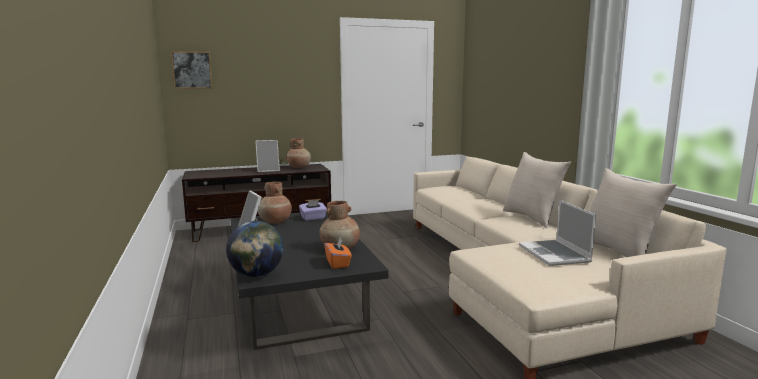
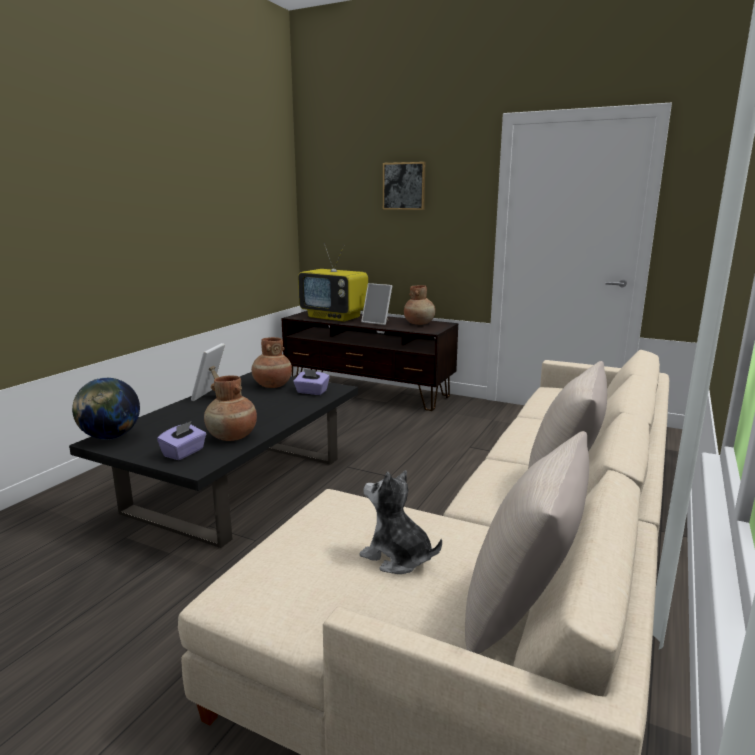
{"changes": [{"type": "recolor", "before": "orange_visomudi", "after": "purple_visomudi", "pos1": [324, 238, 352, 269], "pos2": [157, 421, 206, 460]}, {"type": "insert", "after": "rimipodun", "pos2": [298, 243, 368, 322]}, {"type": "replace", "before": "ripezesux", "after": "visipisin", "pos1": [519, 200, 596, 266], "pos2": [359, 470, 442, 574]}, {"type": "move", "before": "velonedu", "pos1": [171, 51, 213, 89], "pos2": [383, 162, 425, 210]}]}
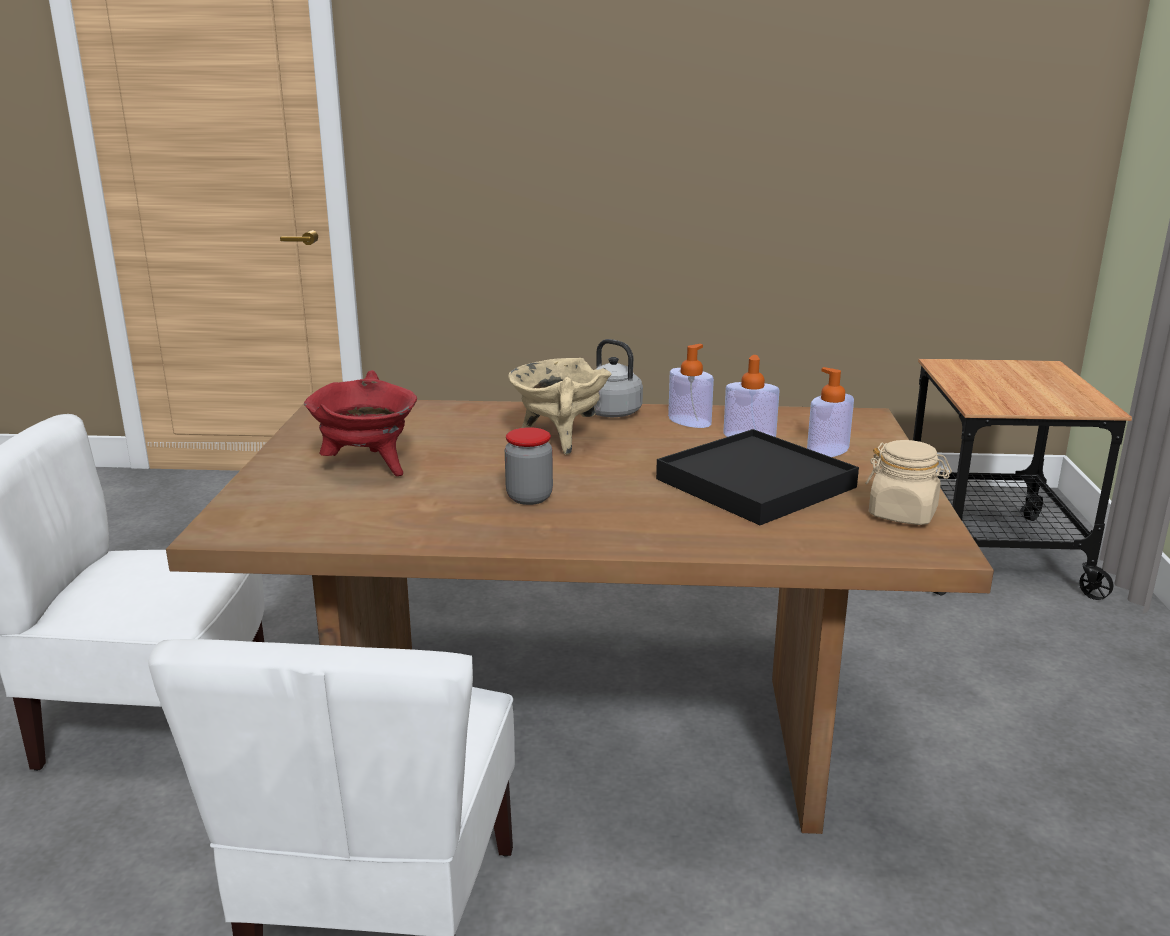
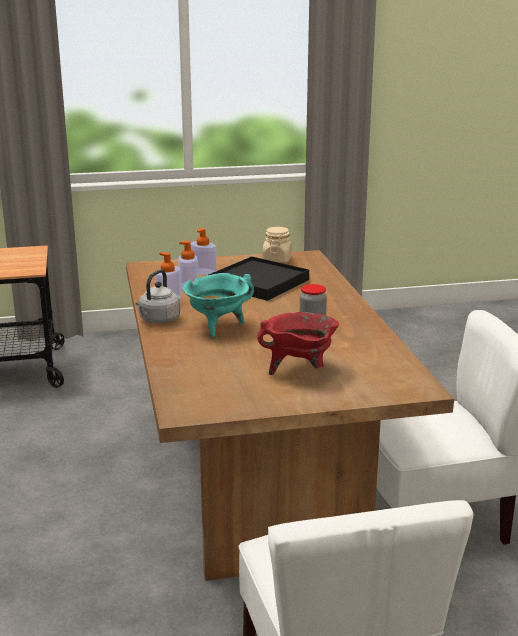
{"changes": [{"type": "recolor", "before": "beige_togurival", "after": "turquoise_togurival", "pos1": [508, 358, 611, 455], "pos2": [183, 273, 254, 338]}]}
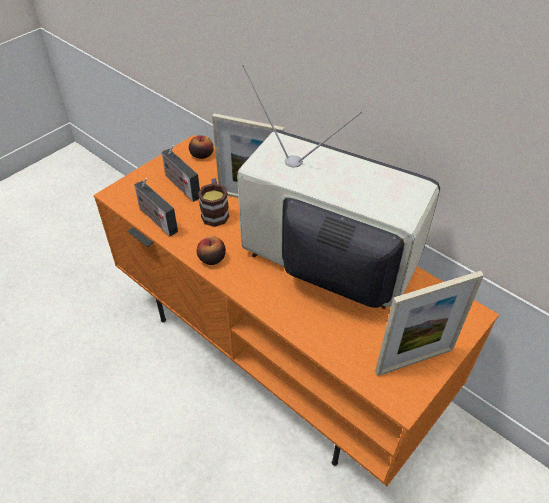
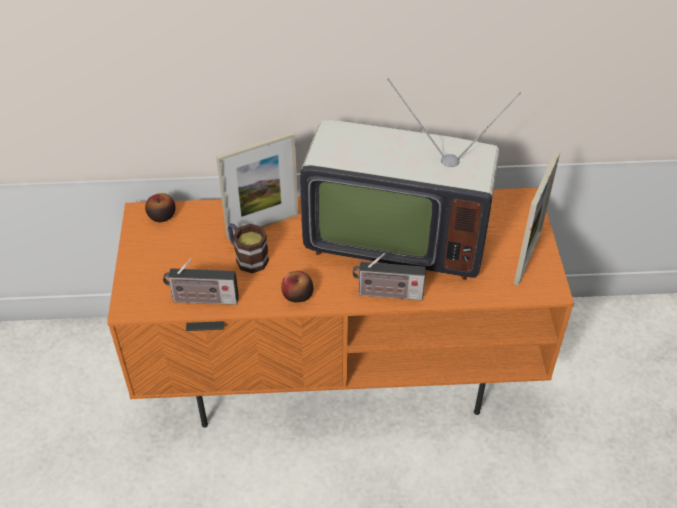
{"changes": [{"type": "rotate", "before": "rimipodun", "pos1": [237, 64, 440, 309], "pos2": [300, 78, 521, 280], "turn": -150}, {"type": "move", "before": "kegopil", "pos1": [161, 145, 200, 202], "pos2": [352, 253, 426, 300]}]}
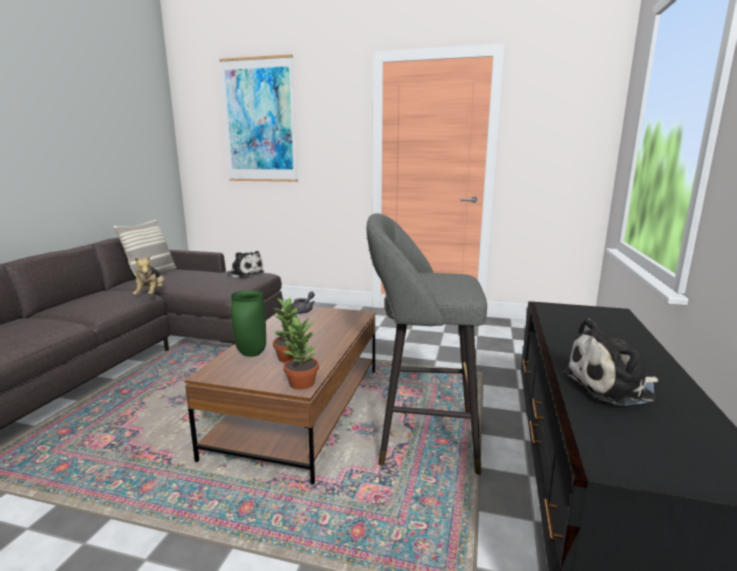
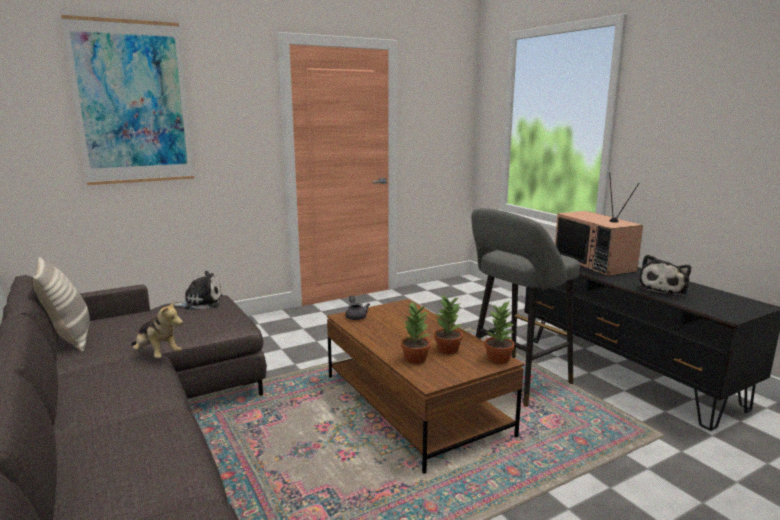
{"changes": [{"type": "replace", "before": "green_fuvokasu", "after": "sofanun", "pos1": [231, 290, 266, 357], "pos2": [401, 301, 430, 364]}, {"type": "insert", "after": "rimipodun", "pos2": [555, 173, 643, 276]}]}
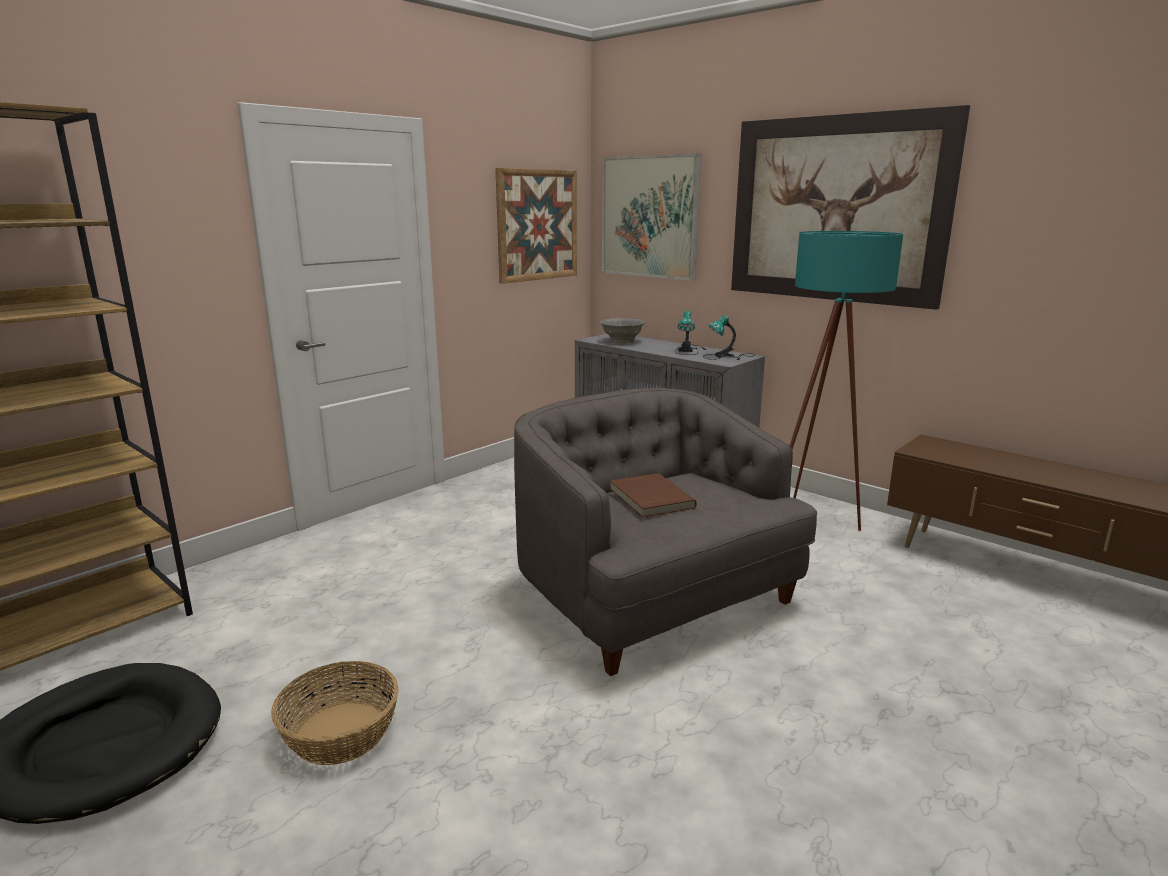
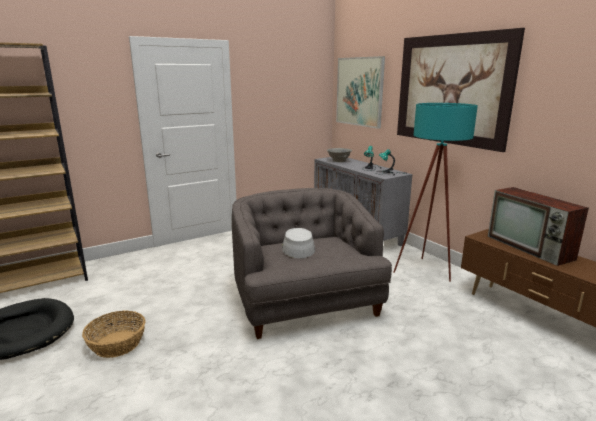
{"changes": [{"type": "replace", "before": "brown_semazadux", "after": "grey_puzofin", "pos1": [610, 473, 697, 518], "pos2": [282, 228, 315, 258]}, {"type": "insert", "after": "rimipodun", "pos2": [488, 187, 589, 266]}, {"type": "delete", "before": "velonedu", "pos1": [495, 168, 577, 284]}]}
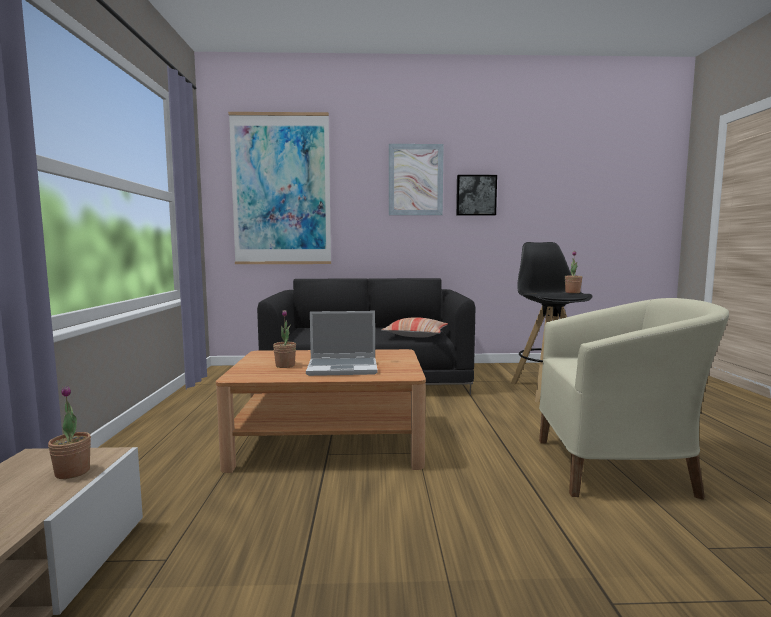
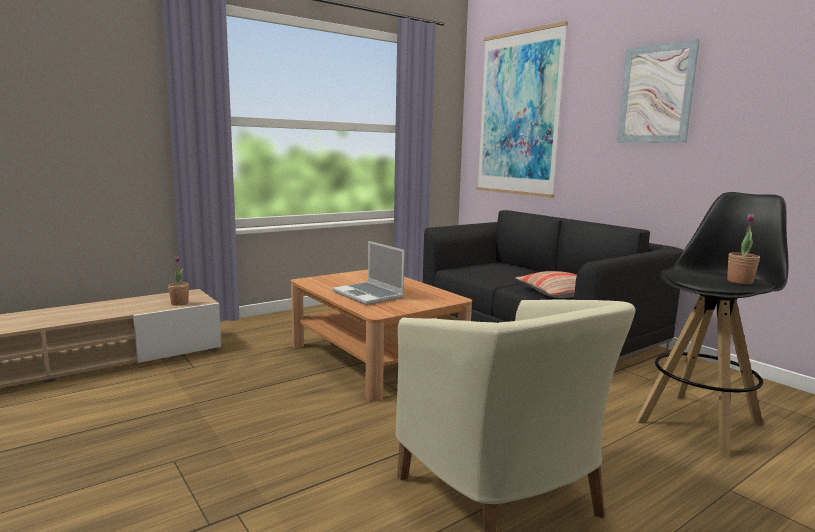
{"changes": [{"type": "delete", "before": "sofanun", "pos1": [273, 310, 296, 368]}, {"type": "delete", "before": "velonedu", "pos1": [456, 175, 497, 216]}]}
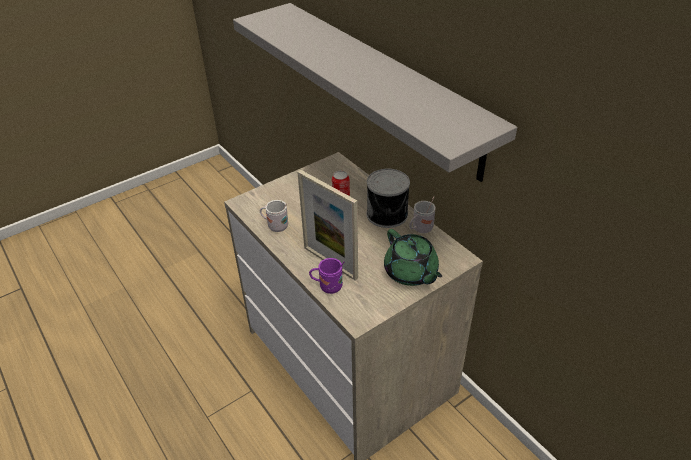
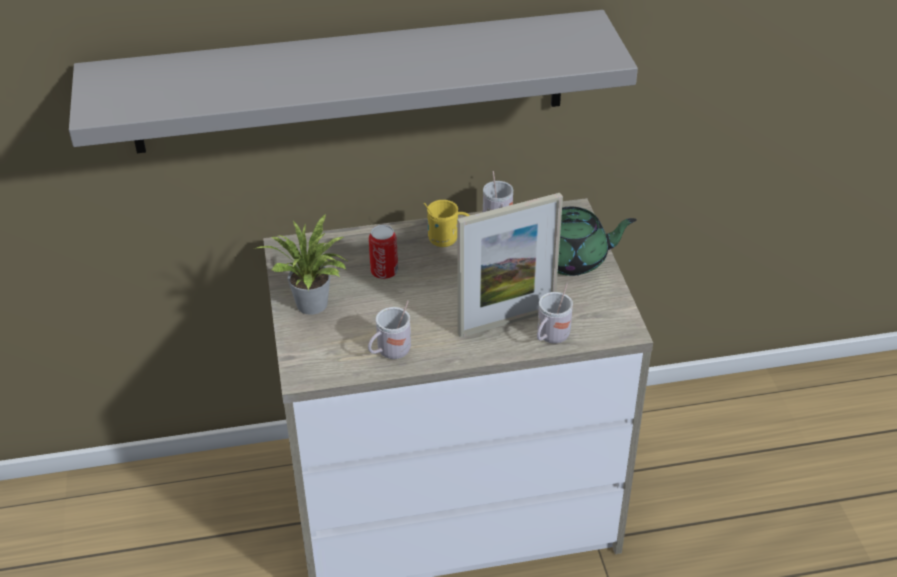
{"changes": [{"type": "insert", "after": "sofanun", "pos2": [257, 214, 349, 315]}, {"type": "replace", "before": "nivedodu", "after": "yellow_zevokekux", "pos1": [367, 169, 410, 228], "pos2": [424, 200, 470, 247]}, {"type": "recolor", "before": "purple_zevokekux", "after": "white_zevokekux", "pos1": [309, 258, 344, 294], "pos2": [537, 283, 573, 343]}]}
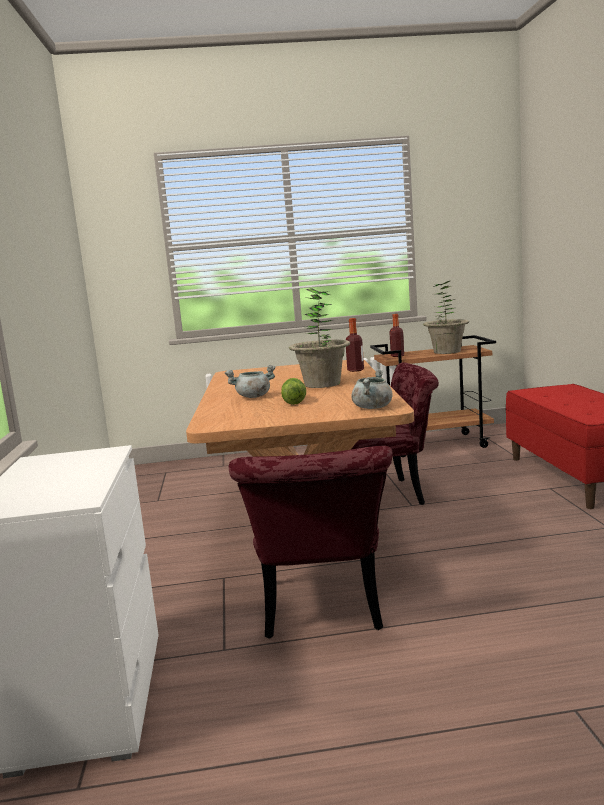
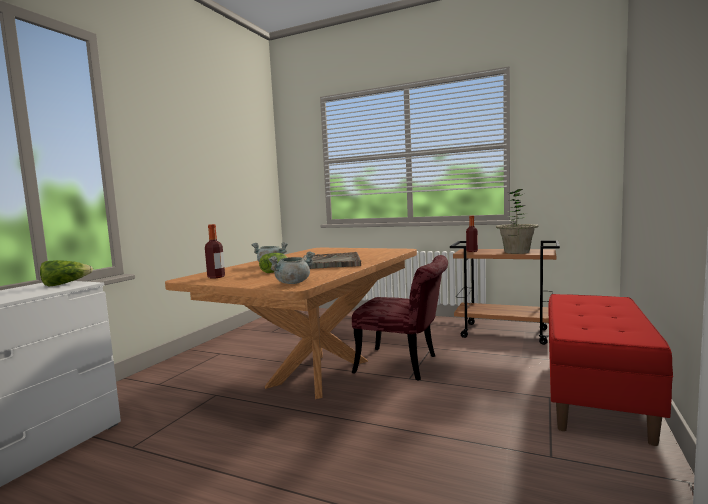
{"changes": [{"type": "insert", "after": "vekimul", "pos2": [40, 260, 93, 286]}, {"type": "move", "before": "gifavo", "pos1": [346, 318, 364, 372], "pos2": [205, 224, 225, 279]}, {"type": "replace", "before": "sofanun", "after": "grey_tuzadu", "pos1": [289, 288, 350, 388], "pos2": [303, 252, 361, 269]}, {"type": "delete", "before": "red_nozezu", "pos1": [229, 446, 393, 639]}]}
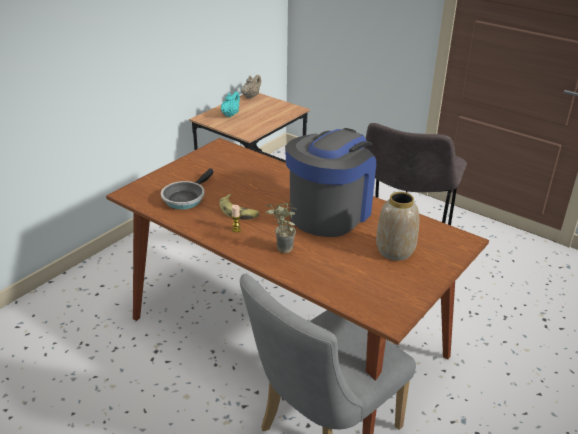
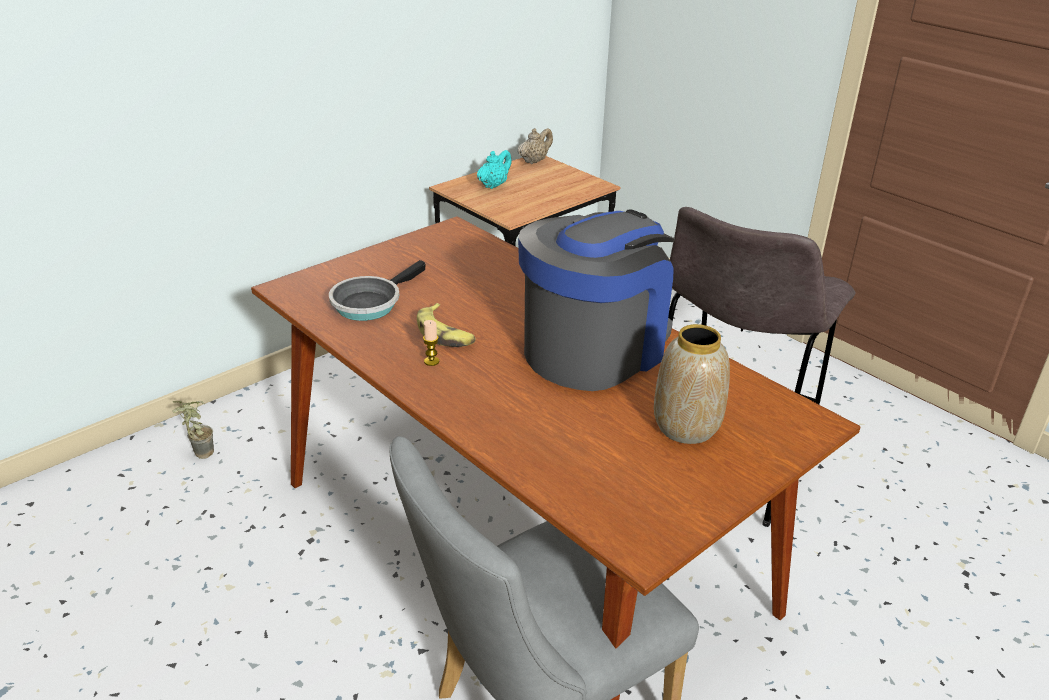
{"changes": [{"type": "move", "before": "sofanun", "pos1": [265, 203, 297, 253], "pos2": [172, 401, 214, 459]}]}
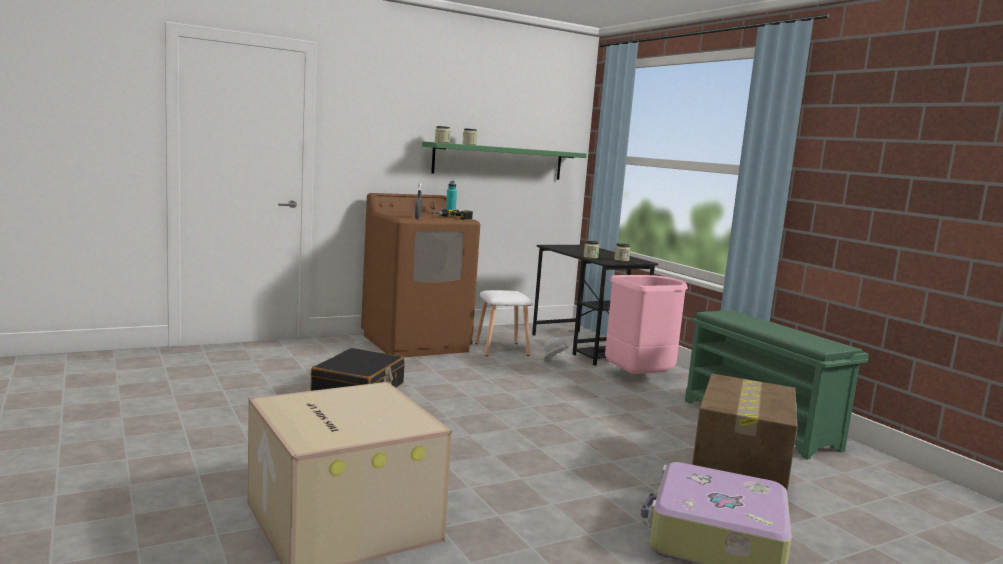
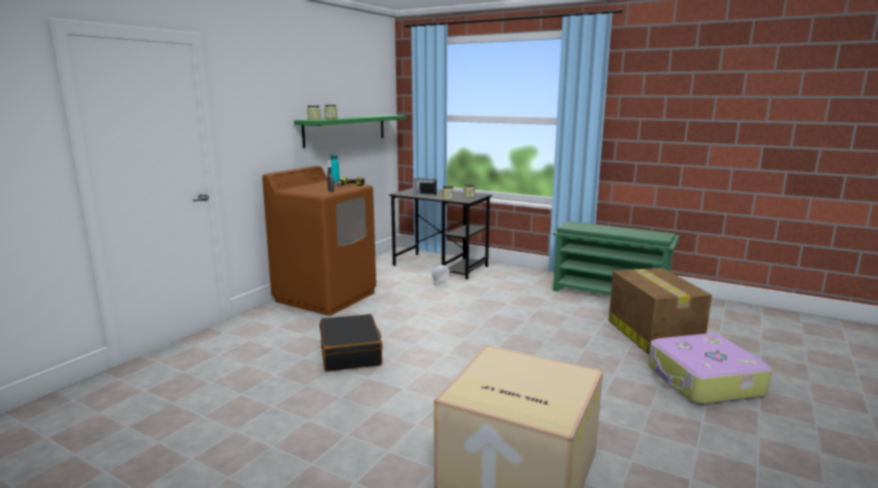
{"changes": [{"type": "insert", "after": "kegopil", "pos2": [412, 176, 436, 196]}, {"type": "delete", "before": "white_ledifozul", "pos1": [475, 290, 533, 356]}, {"type": "delete", "before": "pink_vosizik", "pos1": [605, 275, 688, 374]}]}
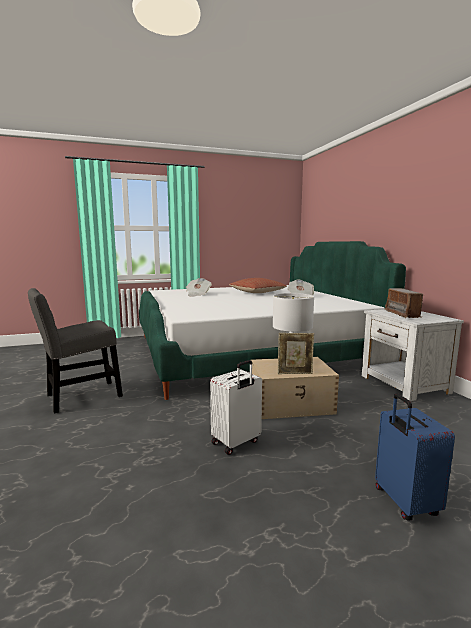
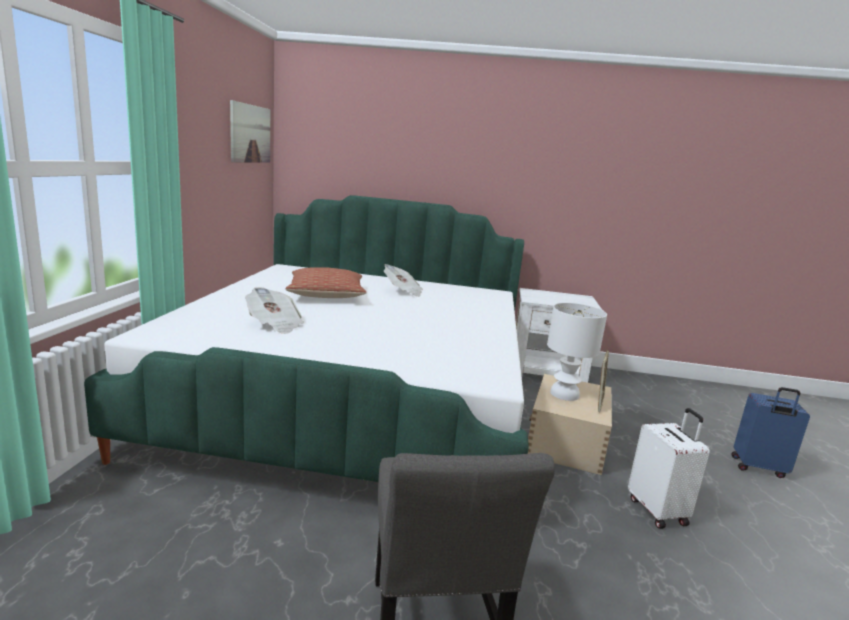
{"changes": [{"type": "insert", "after": "velonedu", "pos2": [230, 100, 270, 163]}, {"type": "delete", "before": "kegopil", "pos1": [385, 288, 423, 318]}]}
